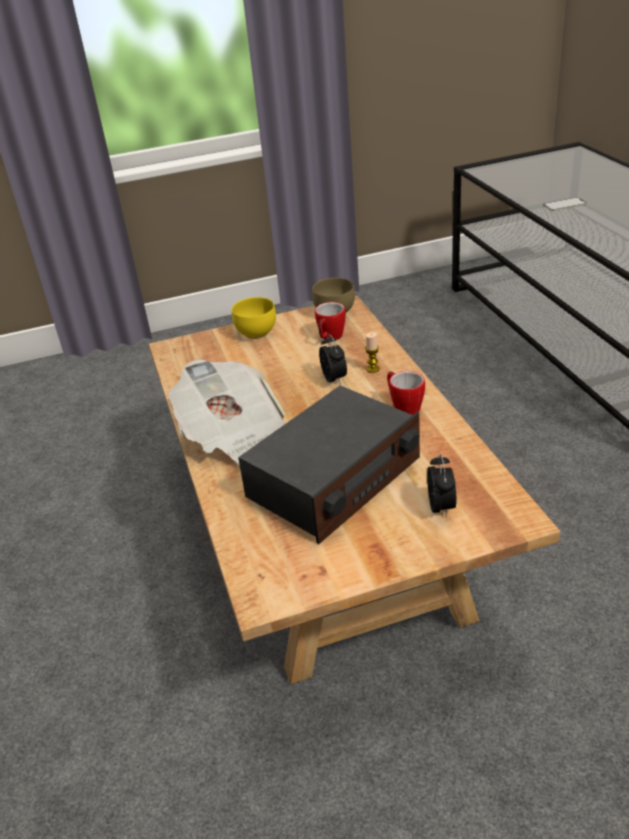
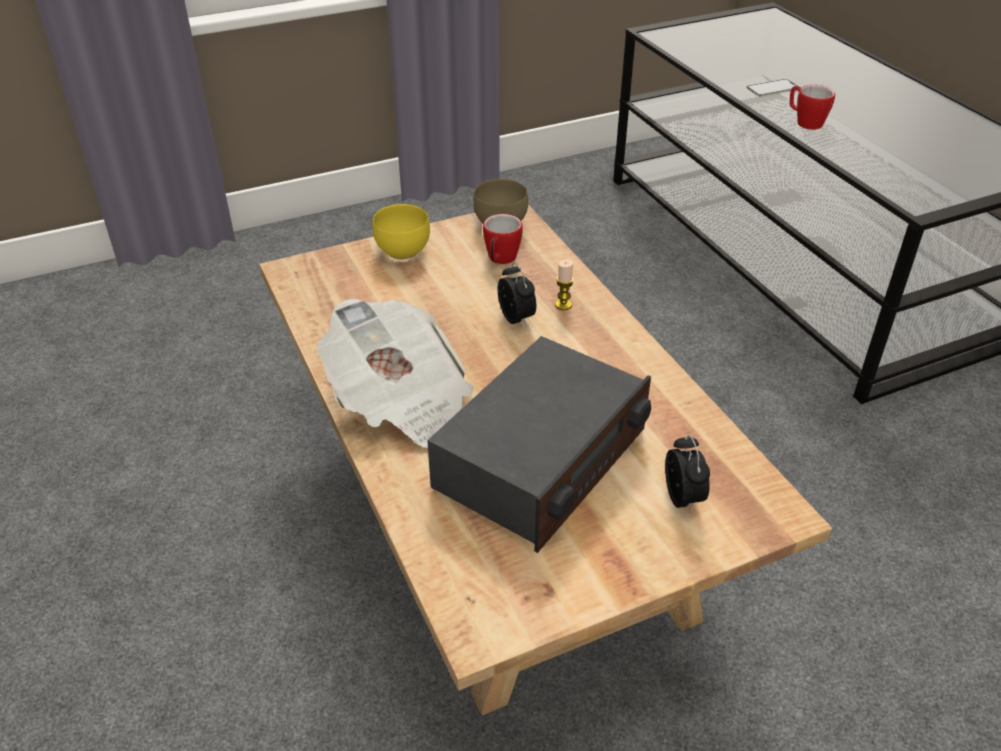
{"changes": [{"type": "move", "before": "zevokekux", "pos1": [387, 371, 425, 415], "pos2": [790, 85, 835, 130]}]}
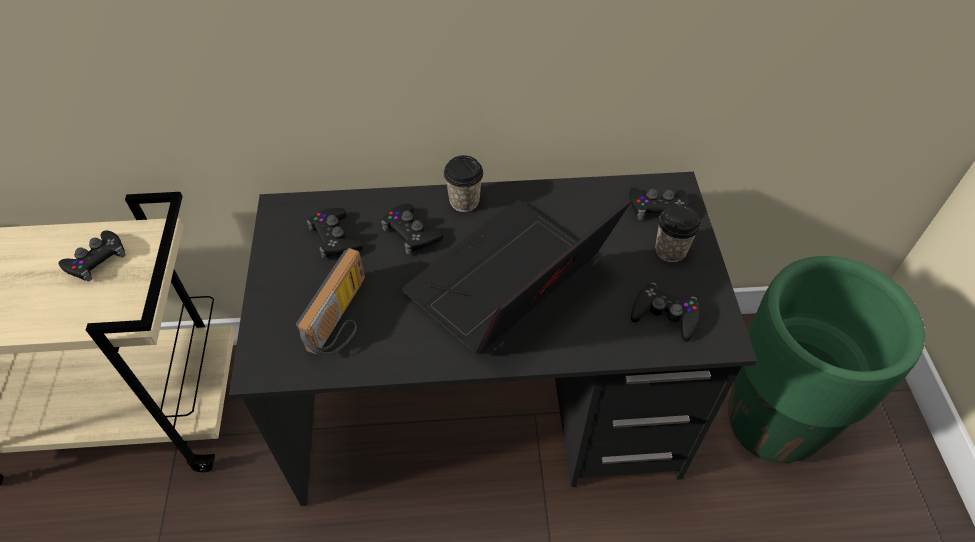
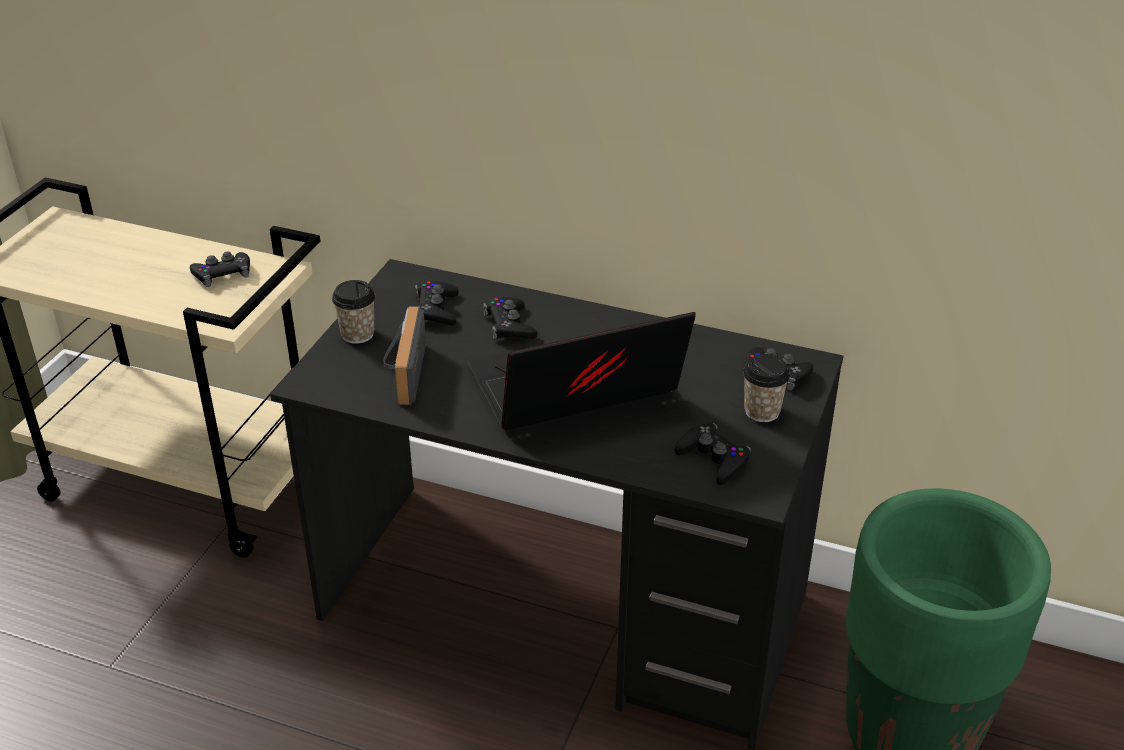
{"changes": [{"type": "move", "before": "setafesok", "pos1": [444, 155, 483, 212], "pos2": [332, 280, 375, 344]}, {"type": "rotate", "before": "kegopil", "pos1": [296, 248, 365, 356], "pos2": [383, 306, 426, 405], "turn": 135}]}
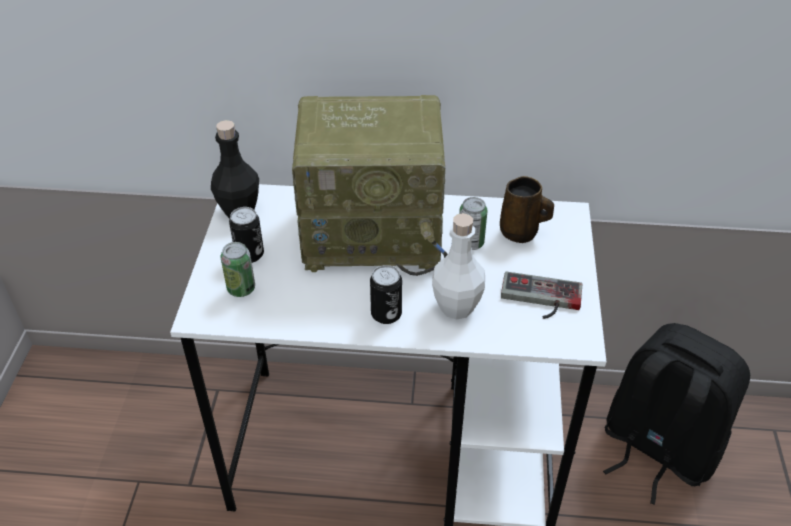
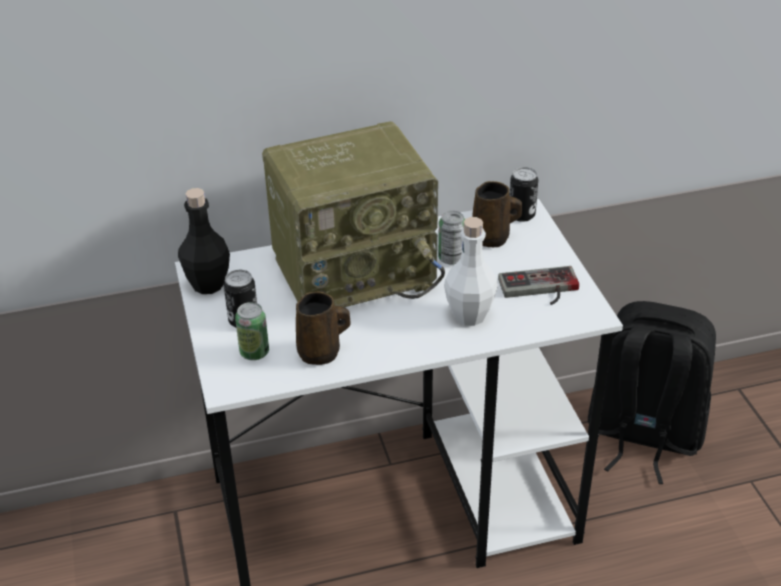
{"changes": [{"type": "insert", "after": "brown_zevokekux", "pos2": [296, 292, 351, 365]}, {"type": "move", "before": "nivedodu", "pos1": [370, 265, 402, 324], "pos2": [509, 167, 538, 222]}]}
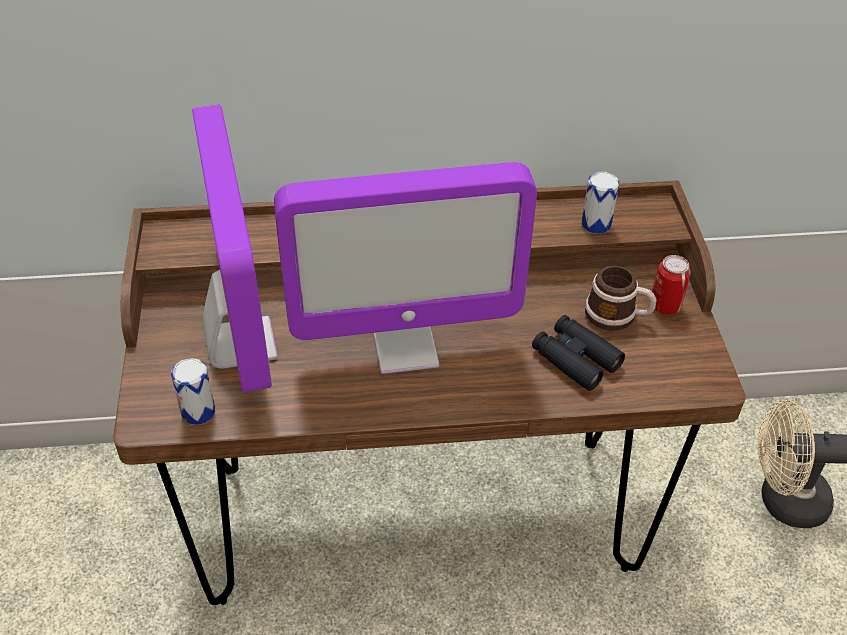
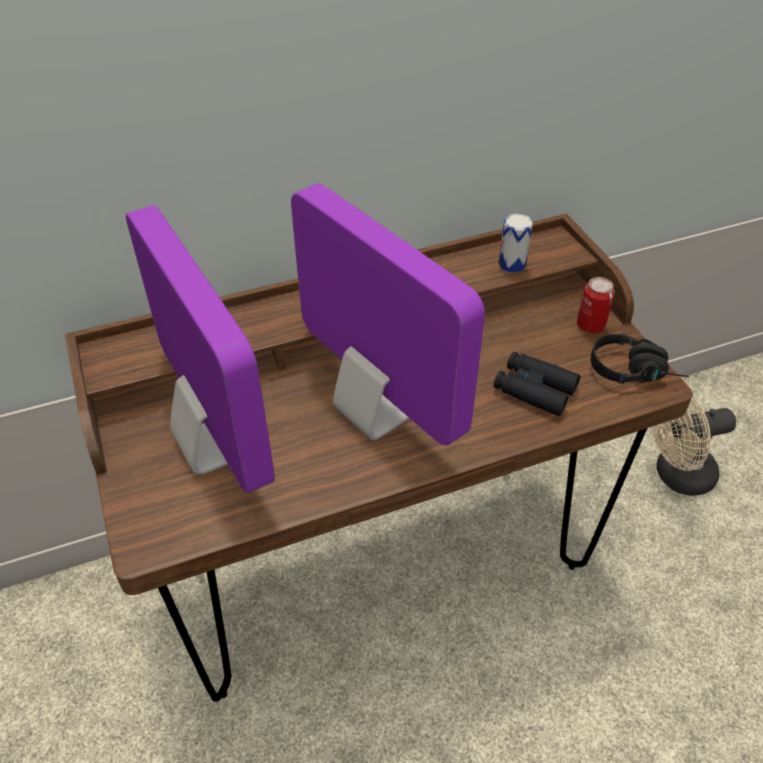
{"changes": [{"type": "rotate", "before": "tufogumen", "pos1": [274, 162, 537, 374], "pos2": [291, 183, 485, 445], "turn": -105}, {"type": "insert", "after": "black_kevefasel", "pos2": [591, 334, 689, 384]}, {"type": "delete", "before": "nivedodu", "pos1": [171, 358, 215, 425]}, {"type": "delete", "before": "zevokekux", "pos1": [585, 266, 657, 331]}]}
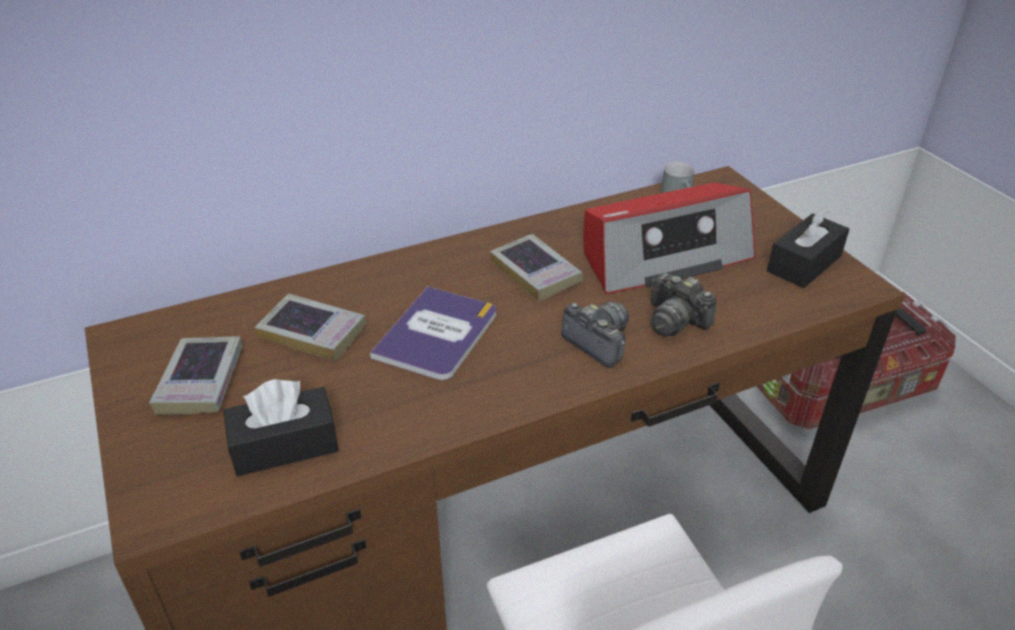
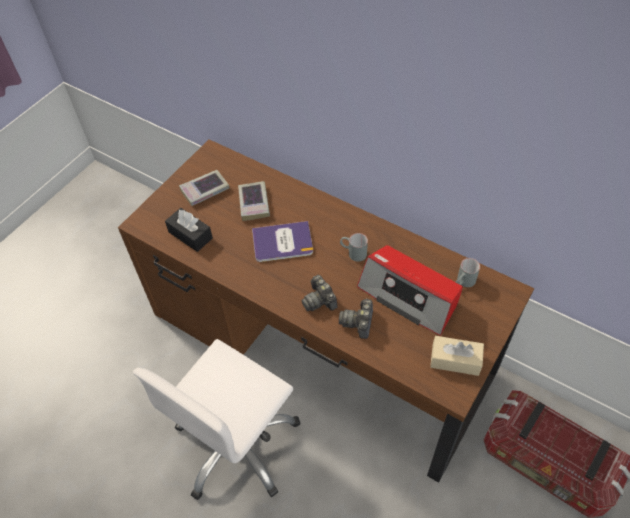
{"changes": [{"type": "rotate", "before": "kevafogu", "pos1": [561, 301, 629, 368], "pos2": [301, 275, 338, 311], "turn": 135}, {"type": "replace", "before": "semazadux", "after": "grey_zevokekux", "pos1": [490, 234, 583, 301], "pos2": [340, 233, 368, 262]}, {"type": "recolor", "before": "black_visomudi", "after": "beige_visomudi", "pos1": [767, 207, 849, 288], "pos2": [430, 336, 484, 376]}]}
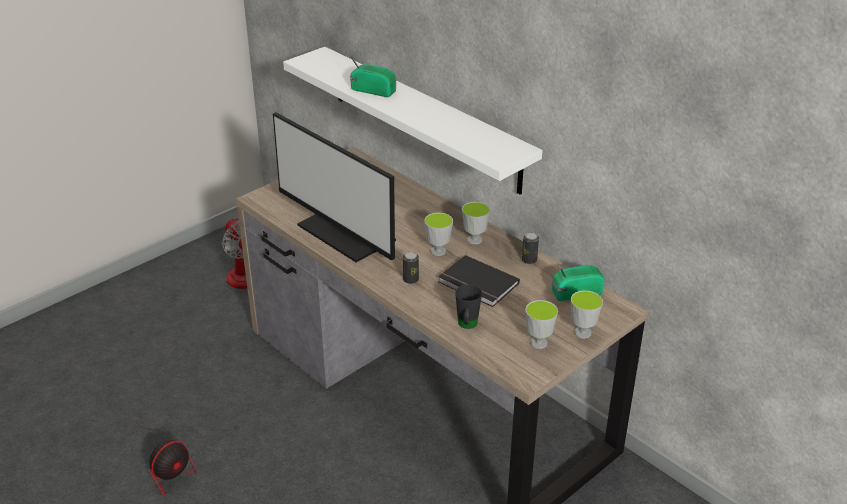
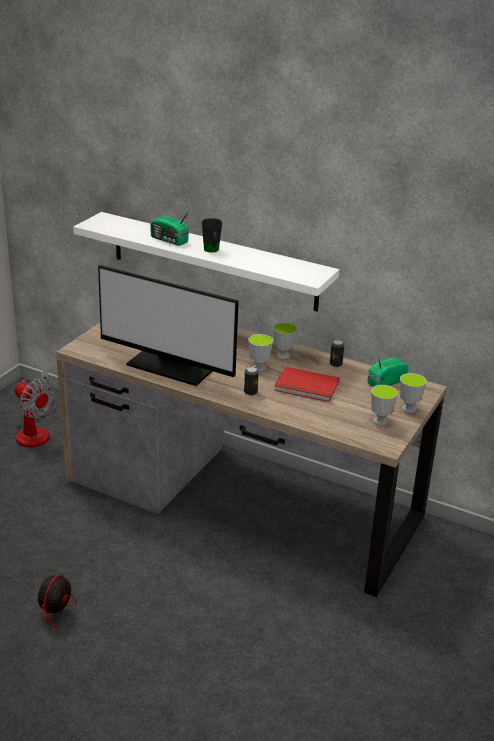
{"changes": [{"type": "rotate", "before": "kegopil", "pos1": [346, 50, 396, 97], "pos2": [150, 208, 191, 246], "turn": -150}, {"type": "move", "before": "black_zevokekux", "pos1": [455, 285, 482, 329], "pos2": [202, 218, 222, 253]}, {"type": "recolor", "before": "black_semazadux", "after": "red_semazadux", "pos1": [438, 255, 520, 307], "pos2": [274, 367, 340, 402]}]}
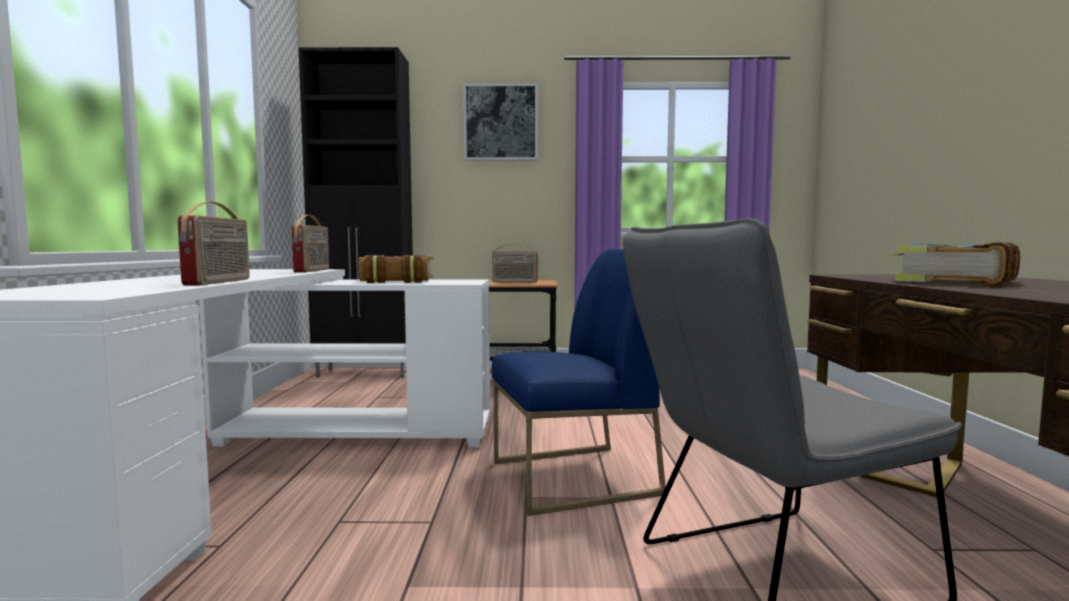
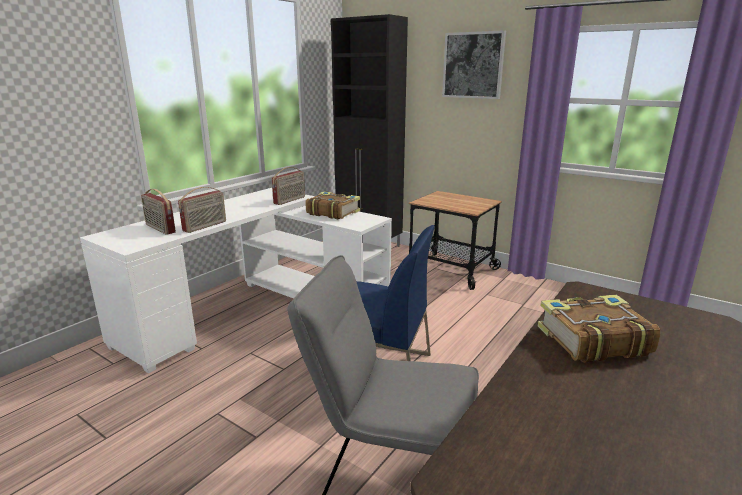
{"changes": [{"type": "move", "before": "kegopil", "pos1": [492, 244, 538, 283], "pos2": [141, 189, 176, 235]}]}
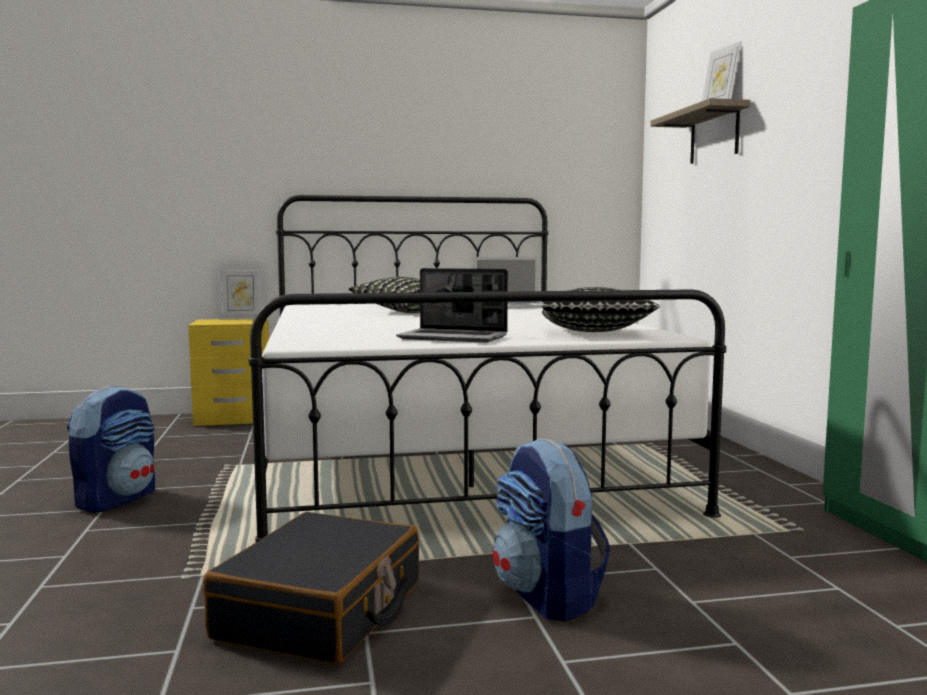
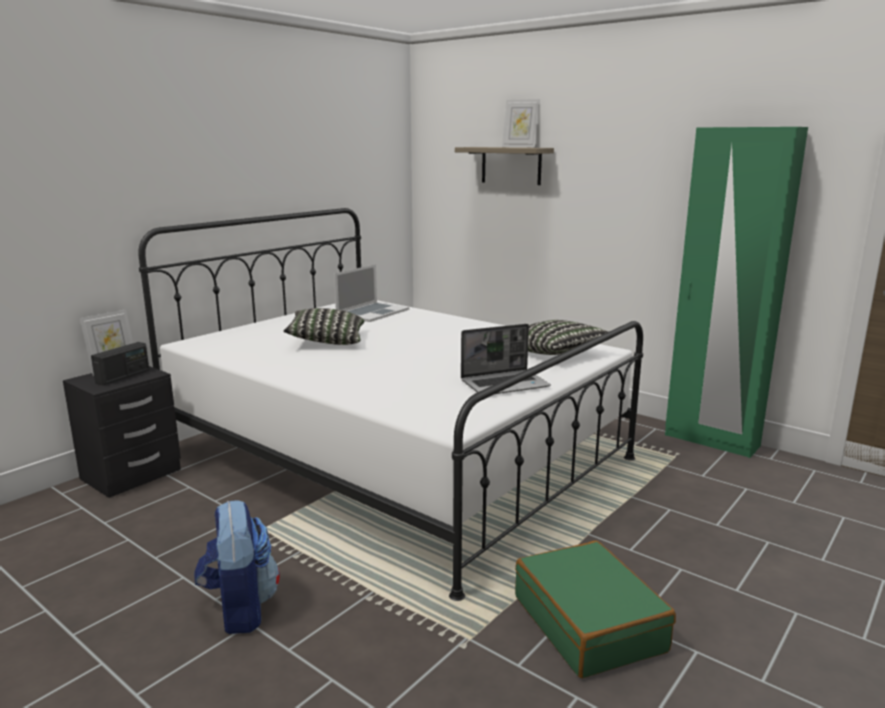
{"changes": [{"type": "recolor", "before": "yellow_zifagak", "after": "black_zifagak", "pos1": [188, 318, 269, 426], "pos2": [63, 366, 181, 498]}, {"type": "insert", "after": "kegopil", "pos2": [91, 342, 149, 386]}, {"type": "recolor", "before": "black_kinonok", "after": "green_kinonok", "pos1": [203, 512, 419, 665], "pos2": [515, 541, 676, 678]}, {"type": "delete", "before": "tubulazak", "pos1": [493, 439, 610, 622]}]}
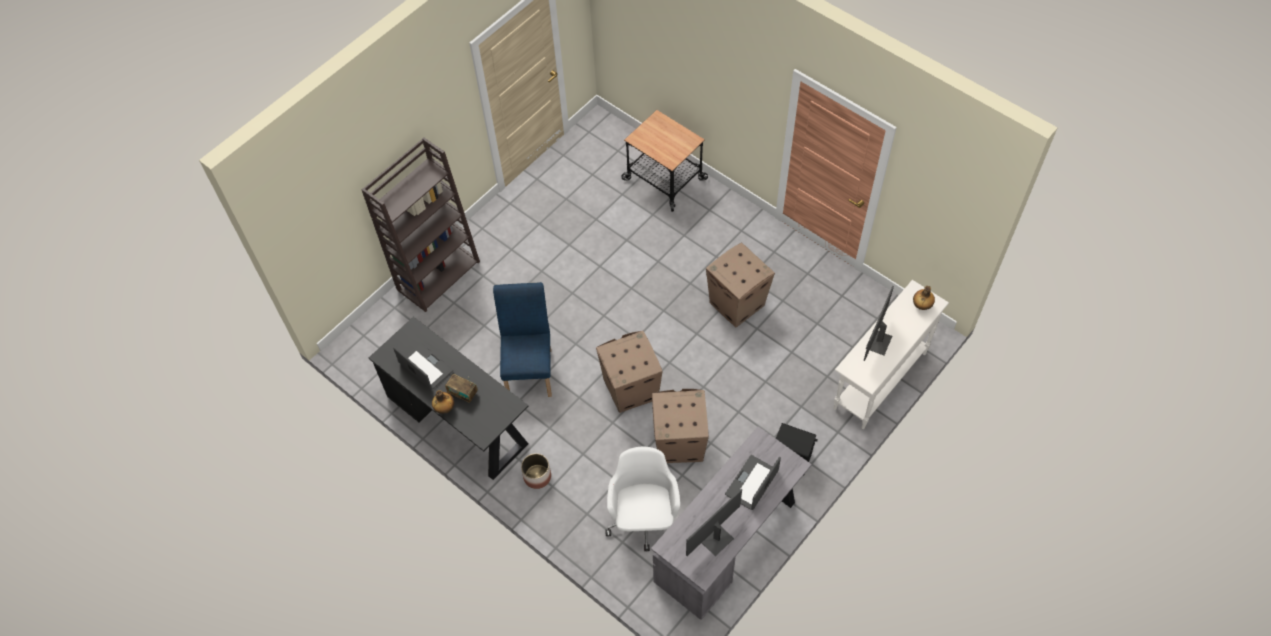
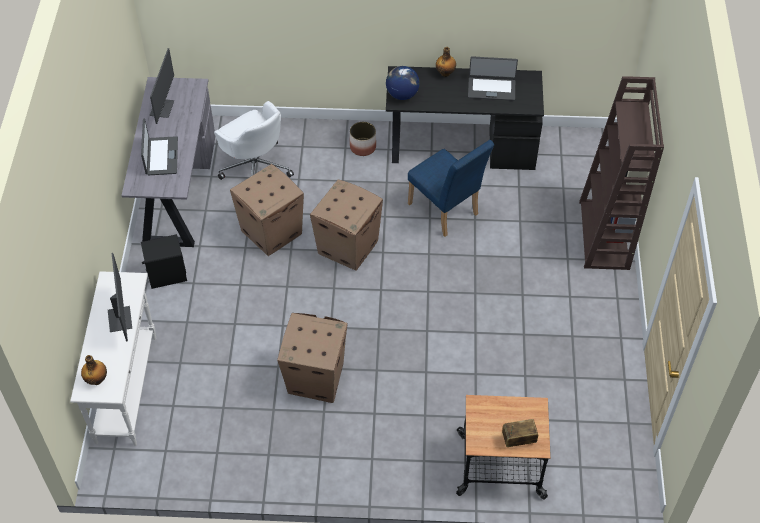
{"changes": [{"type": "insert", "after": "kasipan", "pos2": [386, 66, 420, 100]}, {"type": "move", "before": "kegopil", "pos1": [445, 374, 478, 403], "pos2": [502, 419, 538, 447]}]}
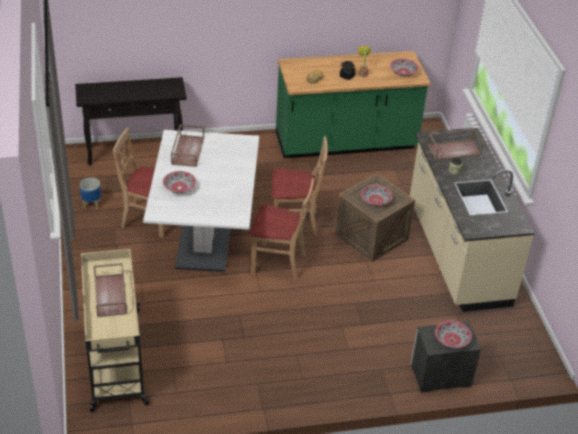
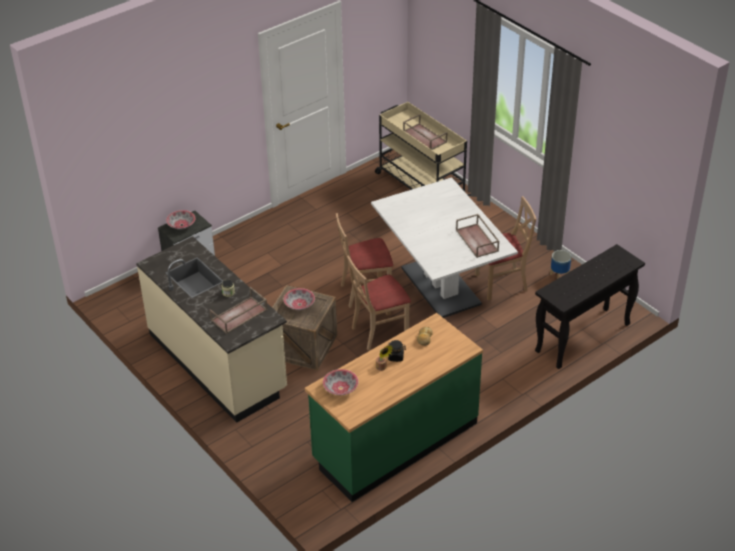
{"changes": [{"type": "delete", "before": "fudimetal", "pos1": [163, 171, 196, 193]}]}
